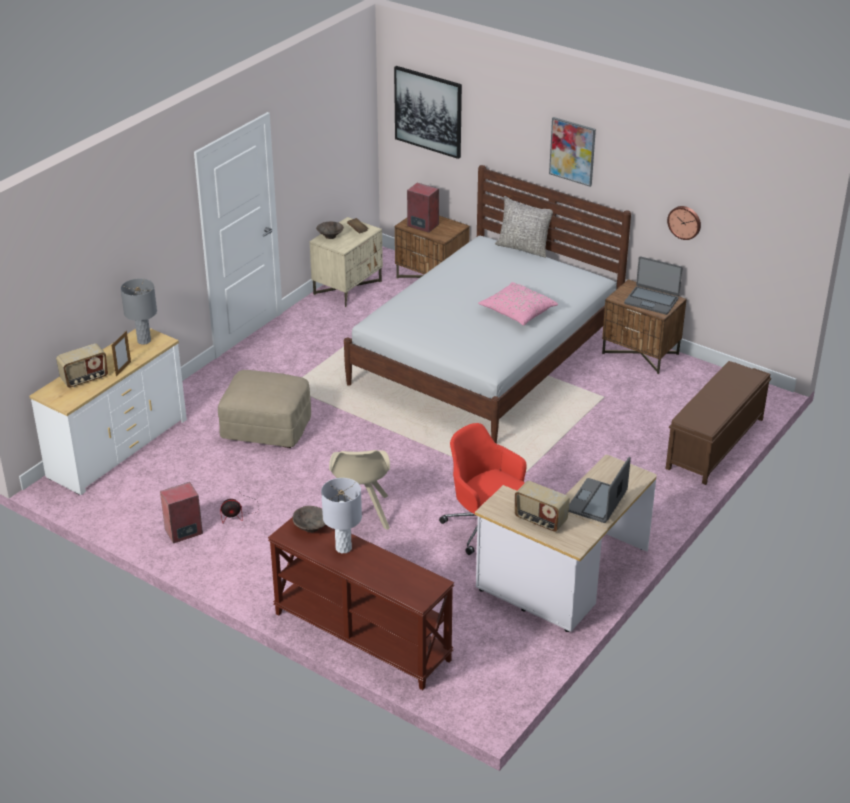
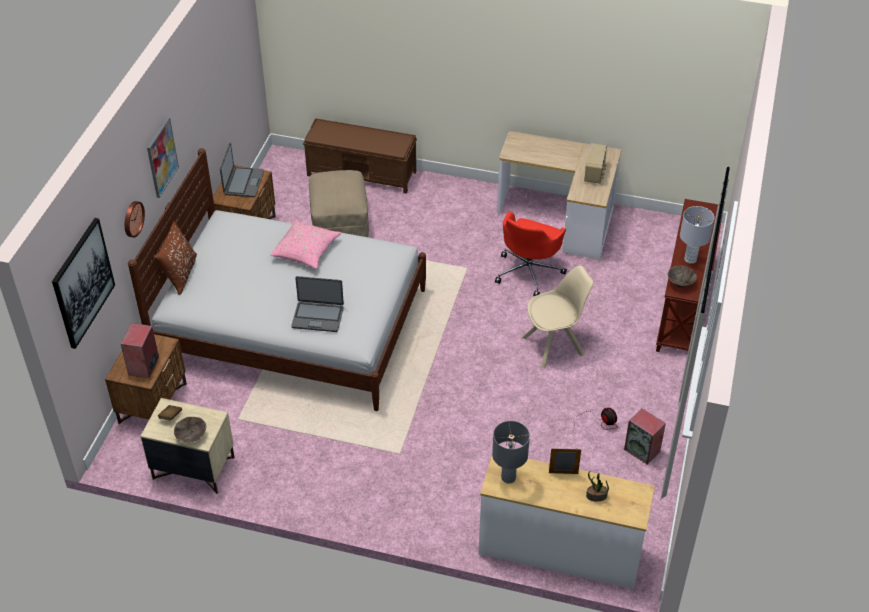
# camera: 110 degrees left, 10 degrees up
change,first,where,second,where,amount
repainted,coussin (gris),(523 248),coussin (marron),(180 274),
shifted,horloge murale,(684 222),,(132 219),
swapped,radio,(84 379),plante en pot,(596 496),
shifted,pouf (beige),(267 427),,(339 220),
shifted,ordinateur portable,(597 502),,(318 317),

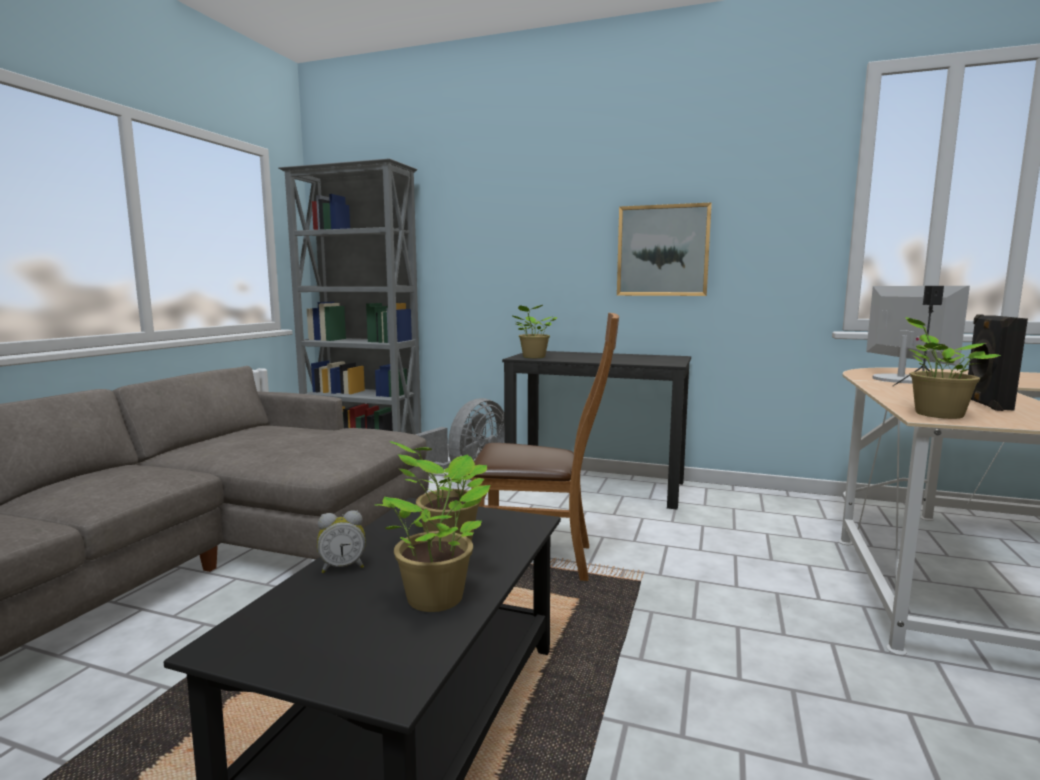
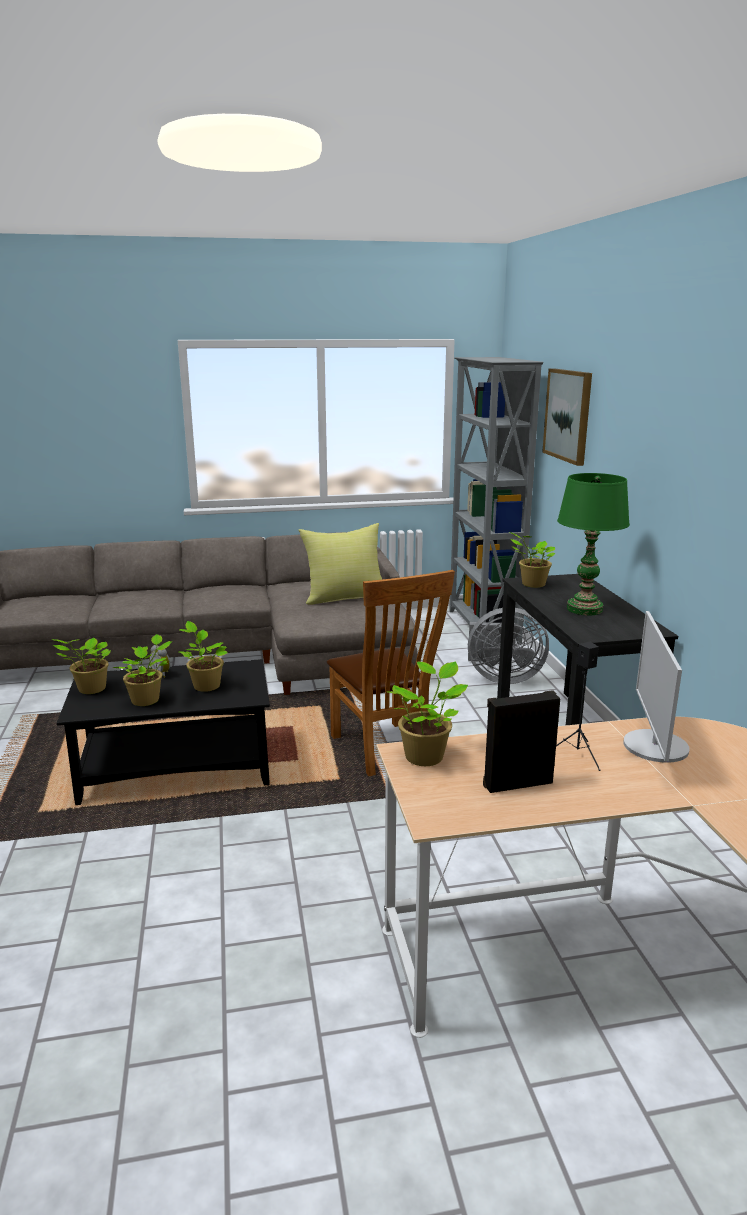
# camera: 60 degrees right, 10 degrees up
change,first,where,second,where,amount
shifted,tableau,(663 251),,(568 415),
rotated,écran d'ordinateur,(901 379),,(654 746),135 degrees clockwise
new,,,lampe de table (vert),(584 609),
new,,,coussin (jaune),(345 597),
new,,,plante en pot,(90 689),

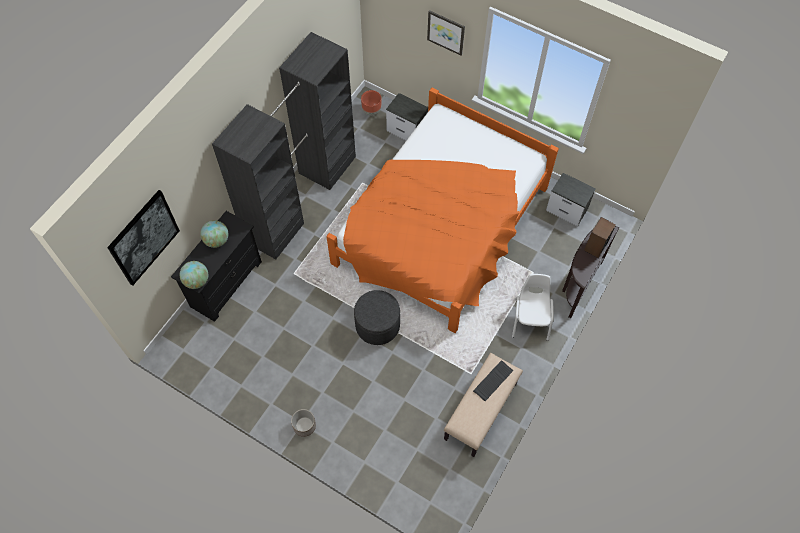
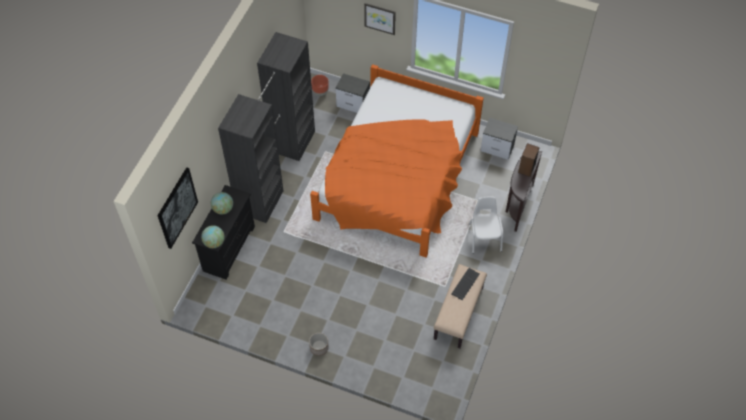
# camera: 10 degrees left, 5 degrees down
change,first,where,second,where,amount
gone,pouf (gris),(377 325),,,

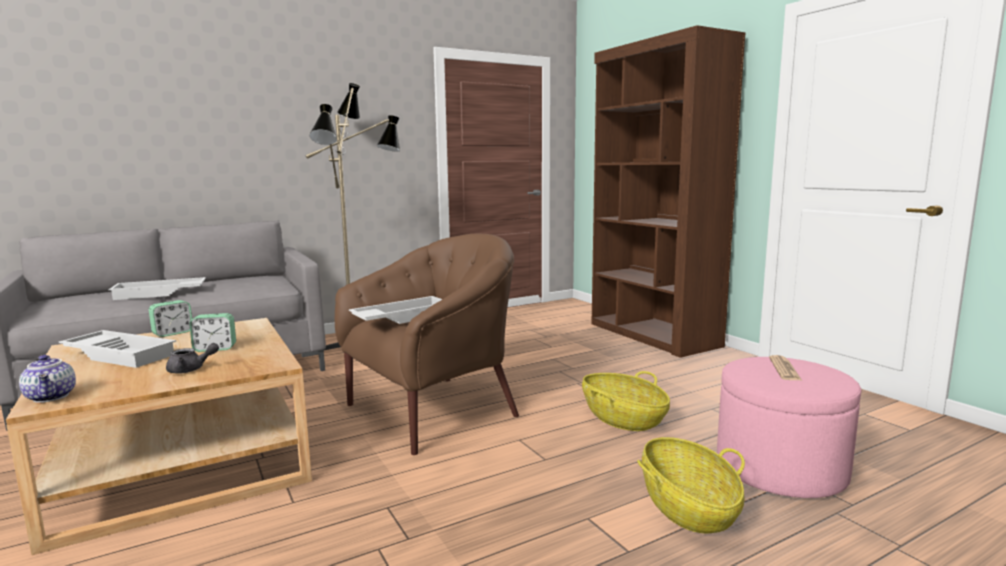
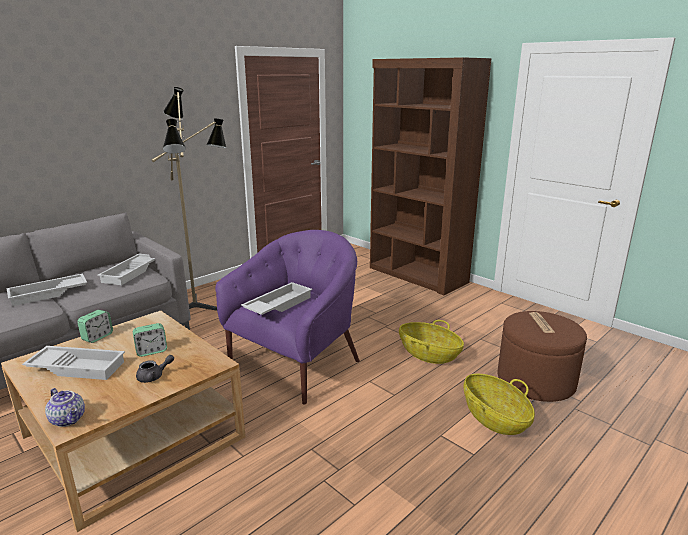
# camera: 15 degrees left, 10 degrees up
change,first,where,second,where,amount
repainted,fauteuil (marron),(433 410),fauteuil (violet),(296 363),
repainted,pouf (rose),(780 468),pouf (marron),(535 381),
new,,,plateau (blanc),(131 273),

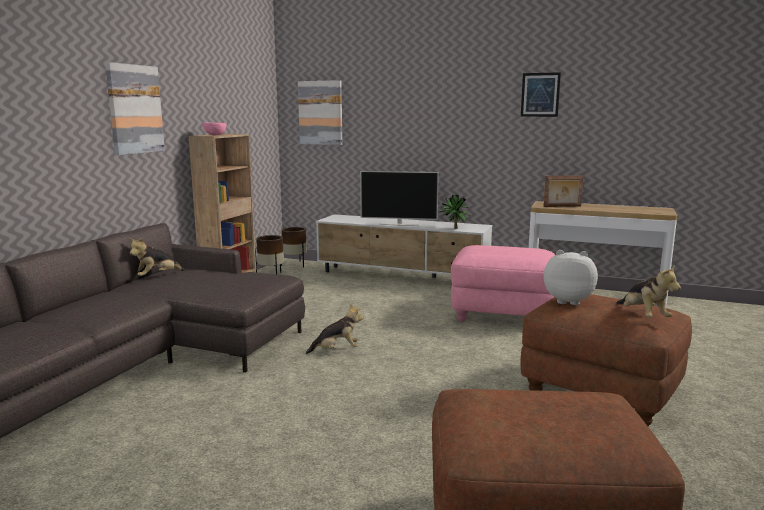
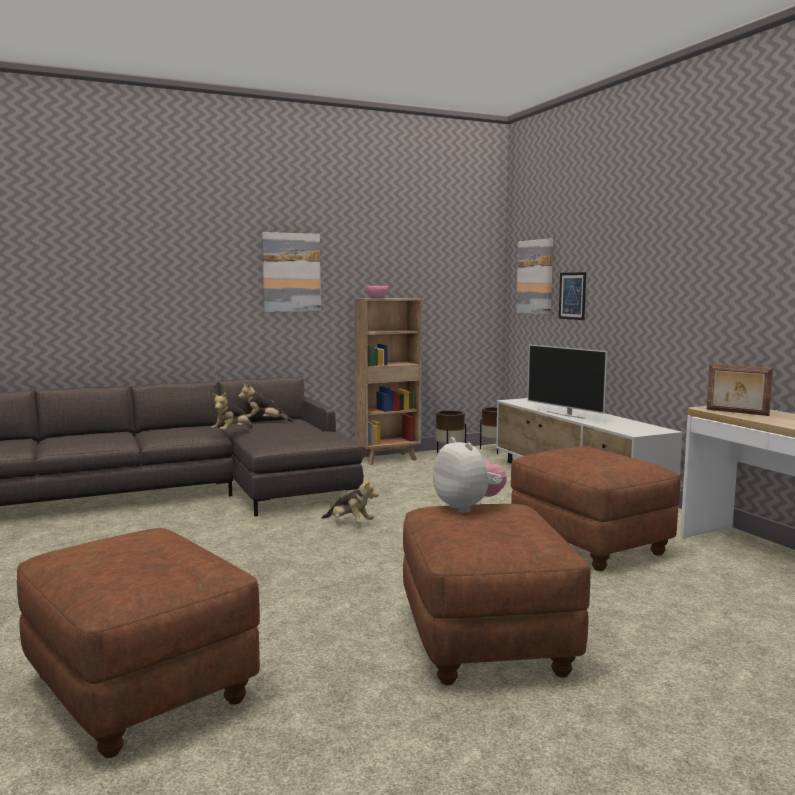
# camera: 45 degrees right, 5 degrees down
change,first,where,second,where,amount
shifted,tableau,(540 94),,(572 296),
gone,plante en pot,(453 228),,,
repainted,pouf (rose),(503 314),pouf (marron),(590 545),
shifted,peluche,(643 316),,(232 432),

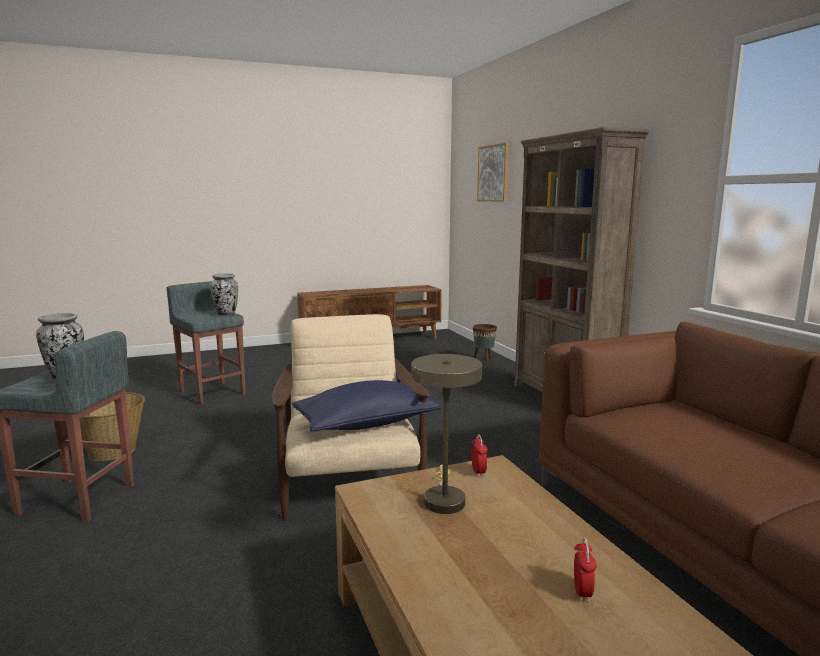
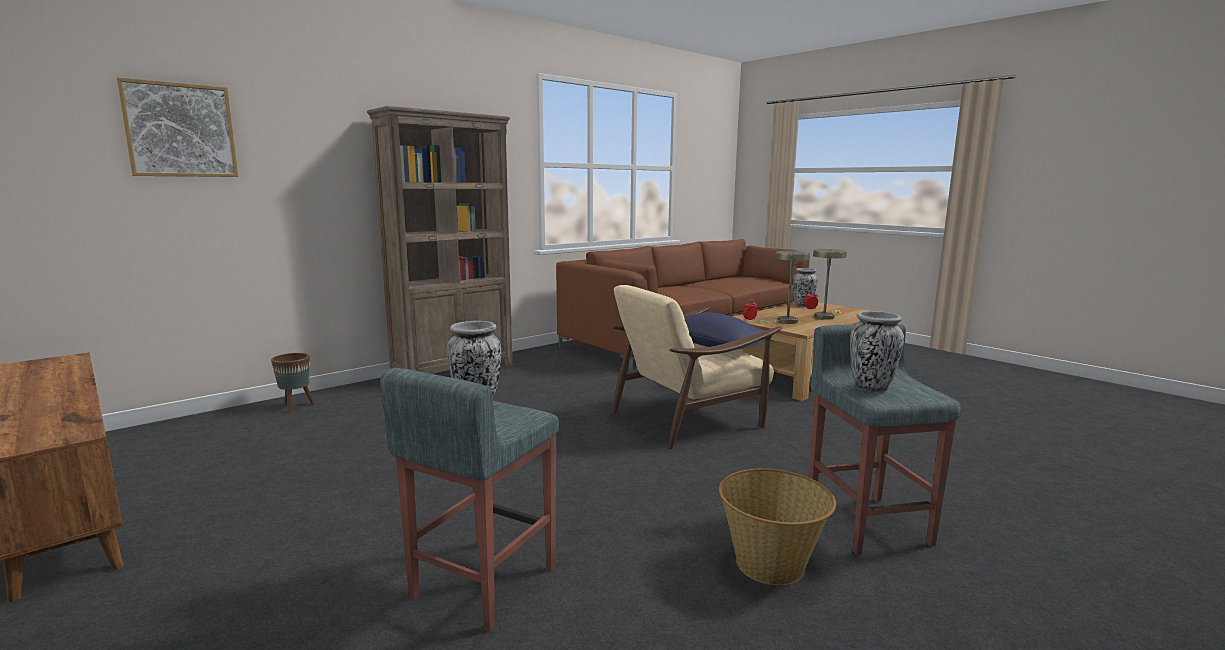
# camera: 110 degrees left, 0 degrees up
change,first,where,second,where,amount
new,,,lampe de table (beige),(825 317),
new,,,vase,(803 305),

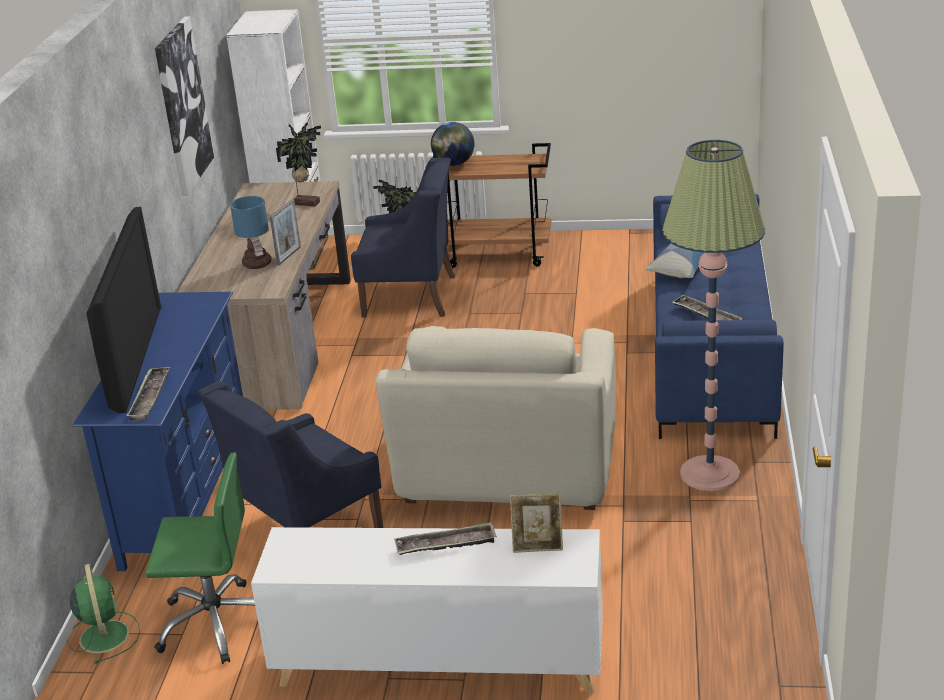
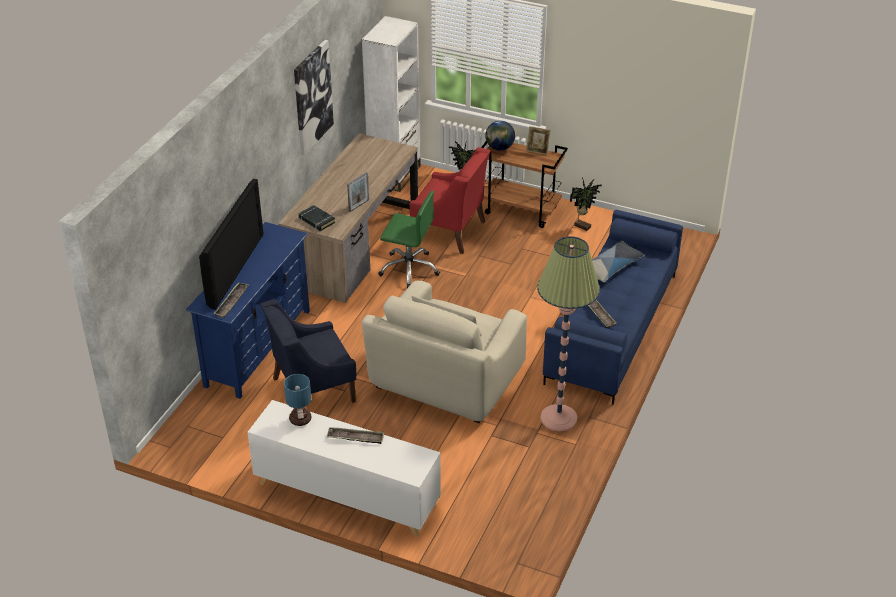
# camera: 15 degrees right, 10 degrees up
change,first,where,second,where,amount
shifted,plante en pot,(307 202),,(582 226),
repainted,fauteuil (bleu),(410 296),fauteuil (rouge),(449 231),
shifted,lampe de table,(256 263),,(299 419),
shifted,chaise de bureau (vert),(216 623),,(409 269),
shifted,cadre photo,(538 545),,(537 150),
gone,ventilateur (vert),(104 635),,,
new,,,livre (noir),(316 220),

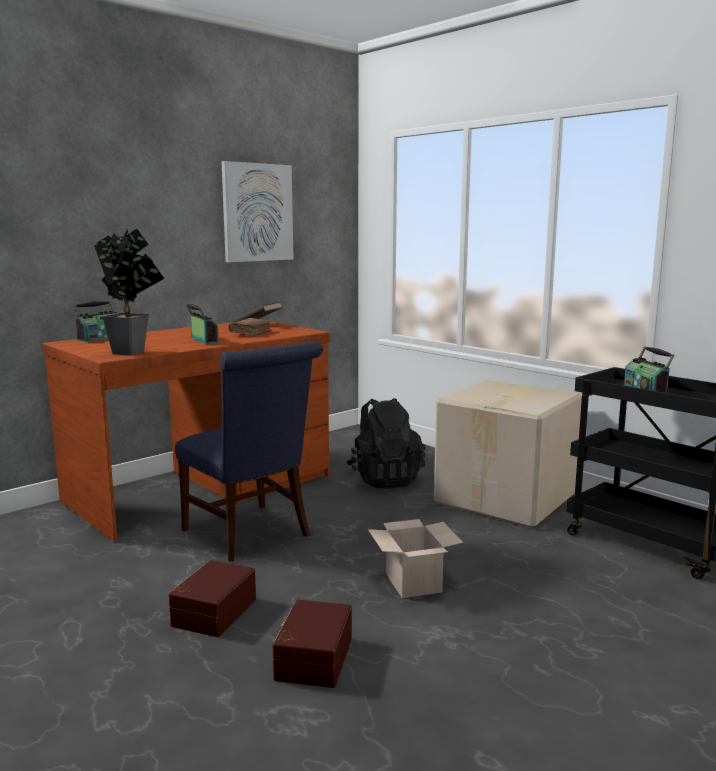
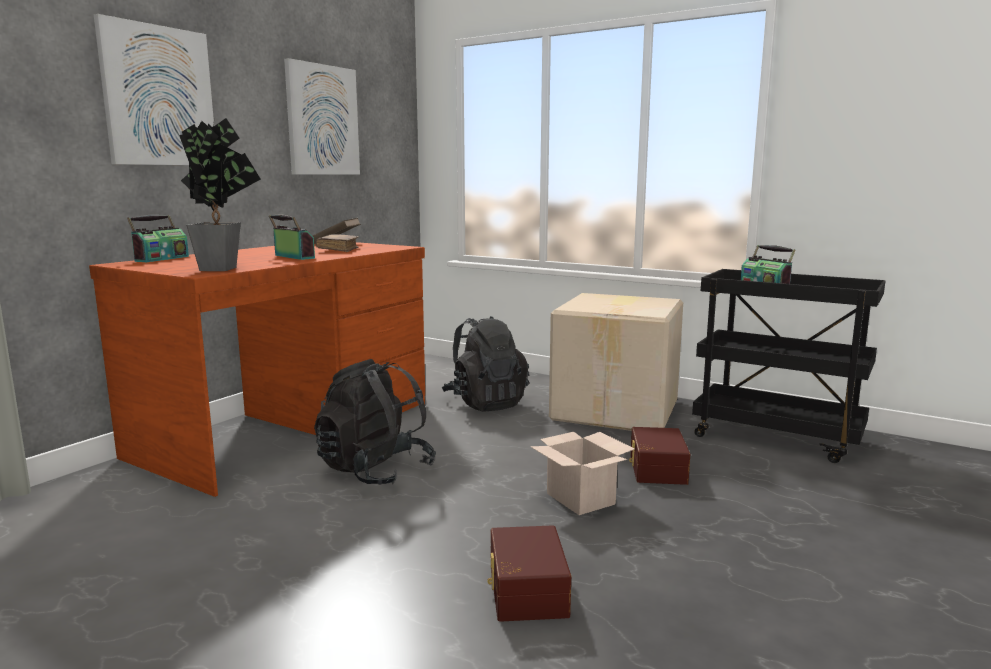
# camera: 15 degrees left, 0 degrees up
change,first,where,second,where,amount
swapped,chaise (bleu),(251 534),sac à dos (noir),(375 470),
shifted,boîte de rangement (marron),(212 612),,(656 469),
new,,,tableau,(158 96),

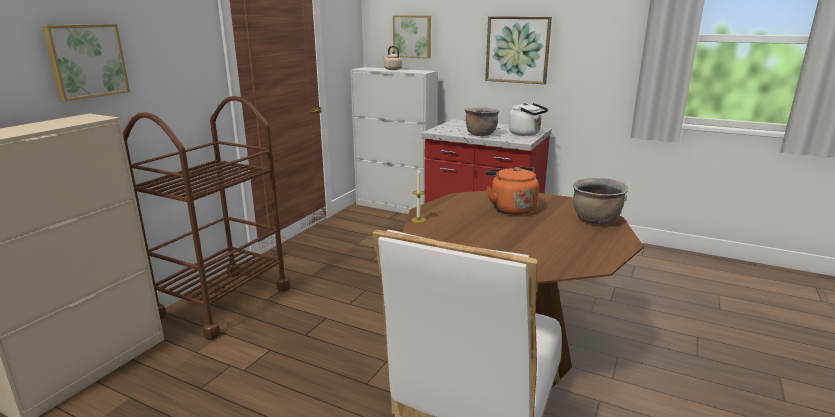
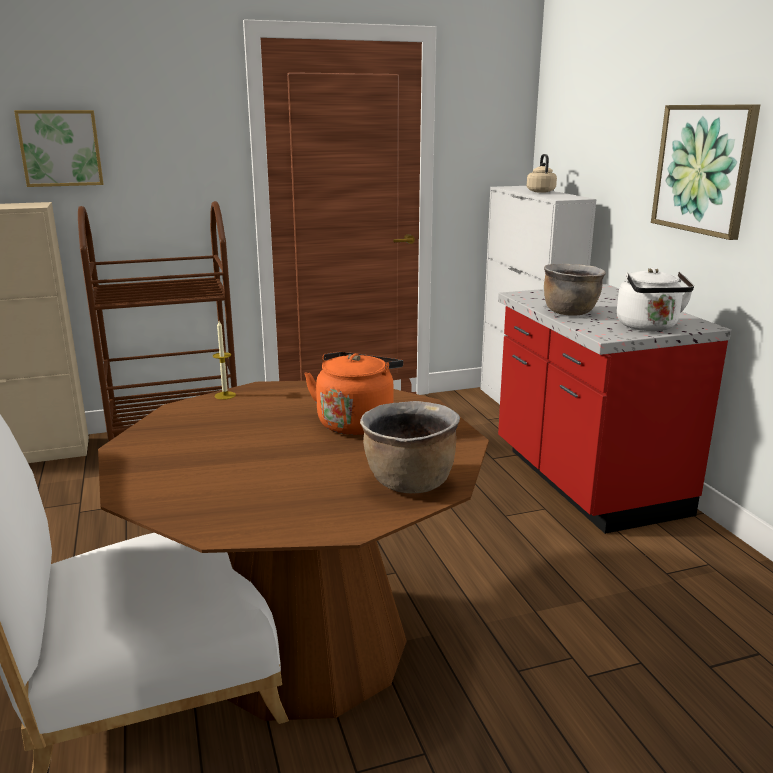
# camera: 45 degrees right, 0 degrees up
change,first,where,second,where,amount
gone,tableau,(412 36),,,

